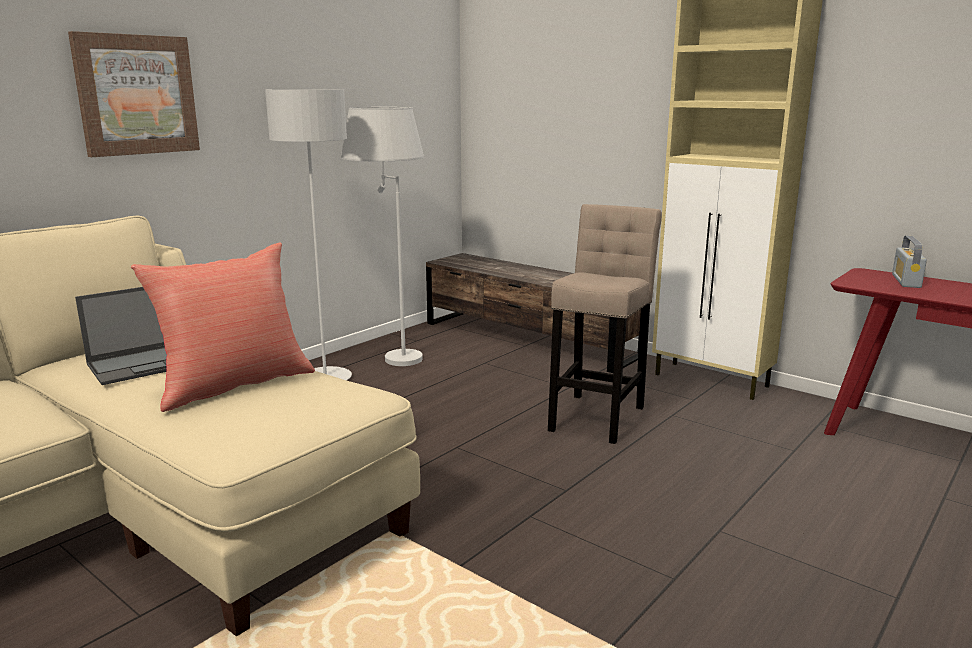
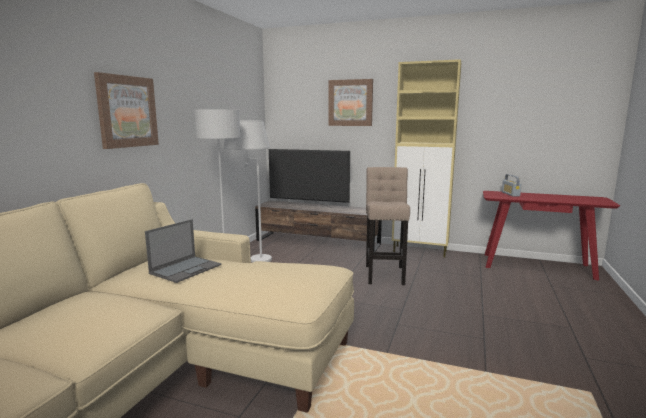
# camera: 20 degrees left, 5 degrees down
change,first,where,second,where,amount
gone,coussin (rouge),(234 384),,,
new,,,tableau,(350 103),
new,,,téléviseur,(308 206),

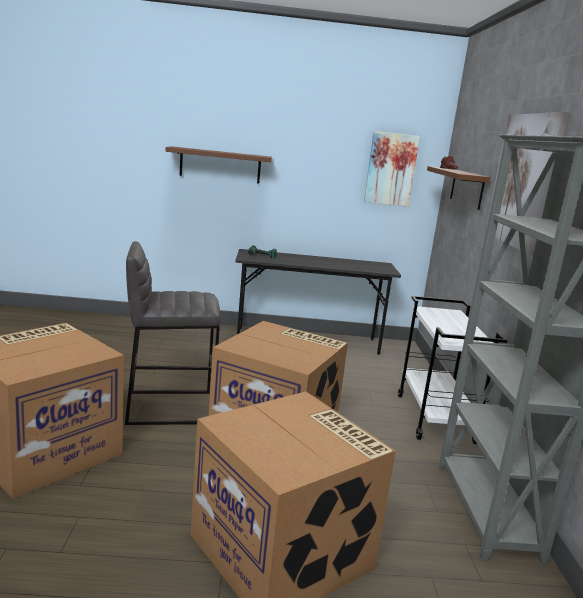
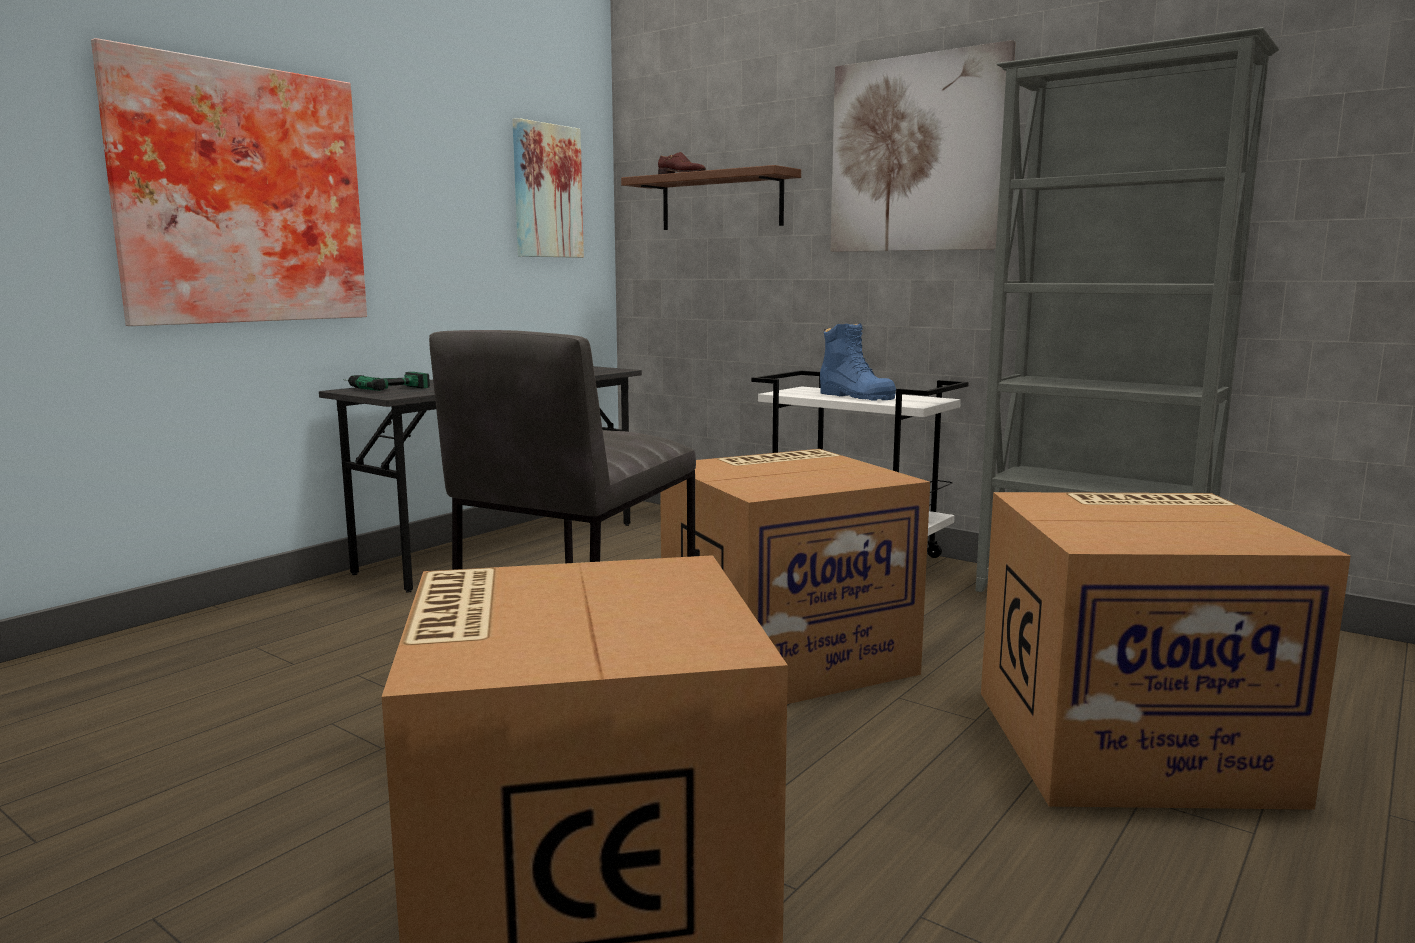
# camera: 50 degrees left, 5 degrees down
change,first,where,second,where,amount
swapped,étagère (marron),(220 165),tableau,(239 196),
new,,,botte (bleu),(856 396),

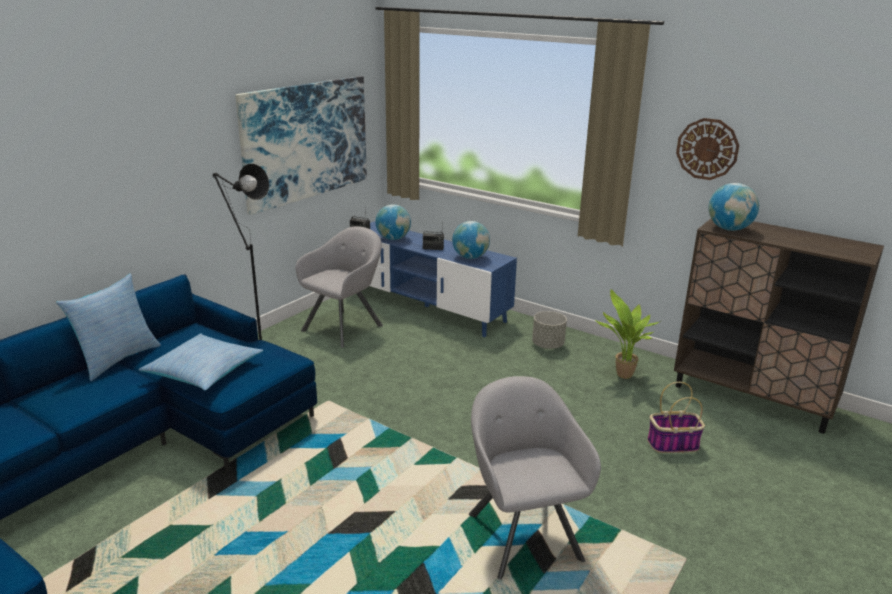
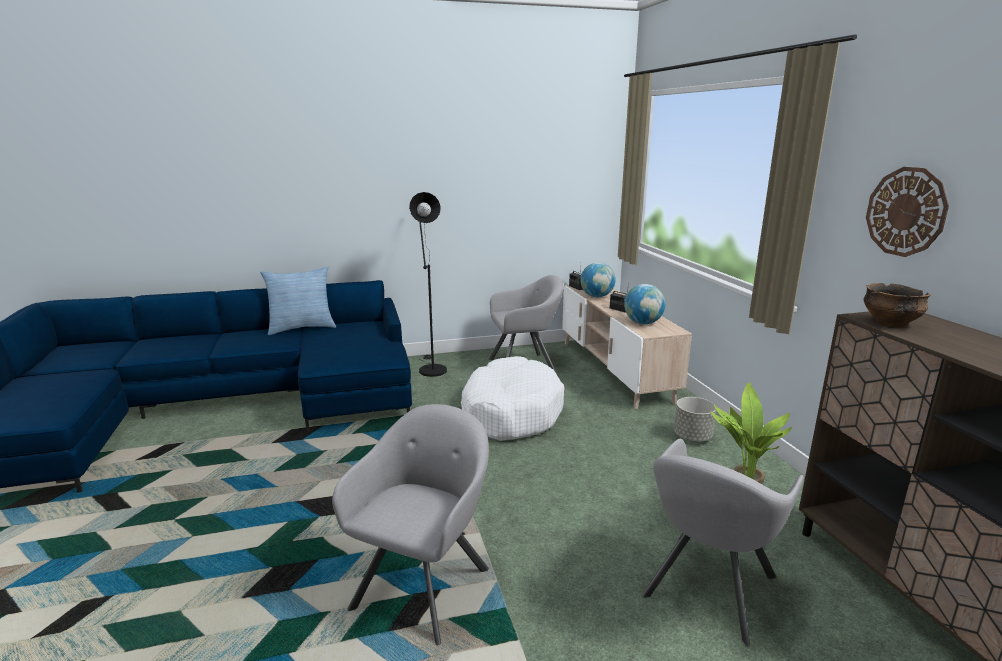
# camera: 40 degrees right, 5 degrees down
change,first,where,second,where,amount
gone,tableau,(306 141),,,
swapped,globe,(729 229),bol,(890 323),
repainted,meuble télé (bleu),(426 307),meuble télé (beige),(614 370),
gone,coussin,(204 371),,,
swapped,panier,(672 445),fauteuil (gris),(707 590),
new,,,panier pour chien (blanc),(511 412),

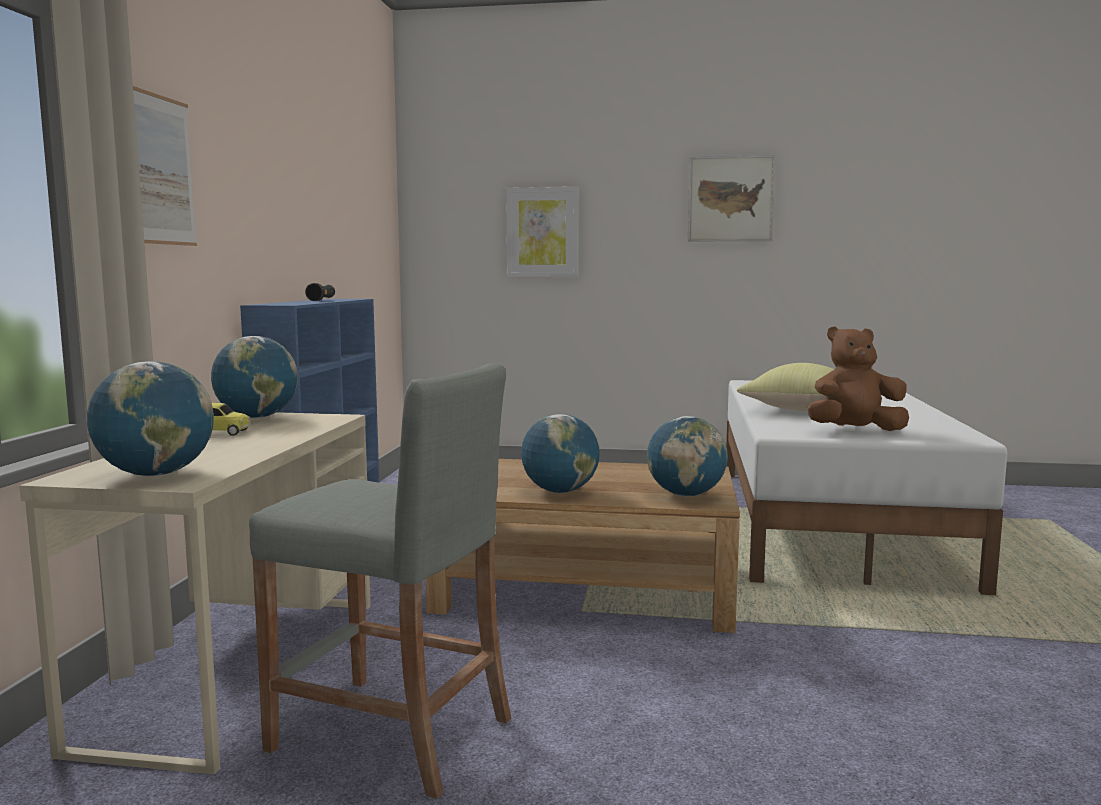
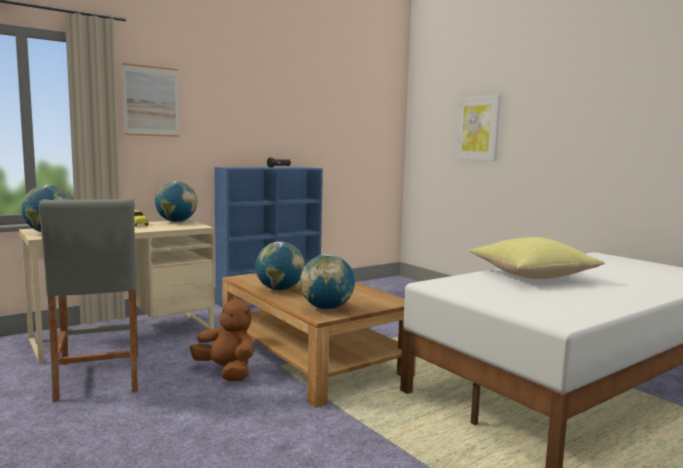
# camera: 45 degrees right, 0 degrees up
change,first,where,second,where,amount
gone,tableau,(730 199),,,
shifted,peluche (marron),(854 431),,(226 372),

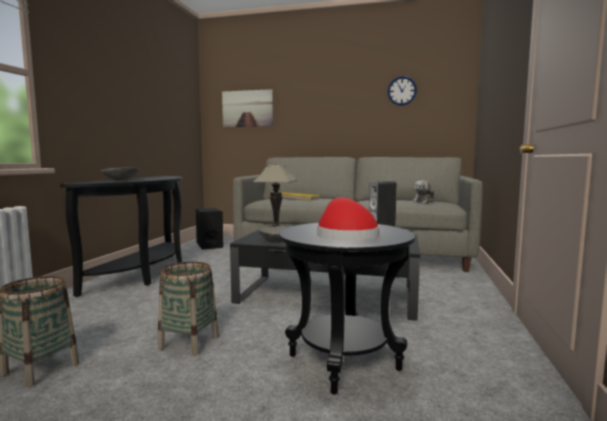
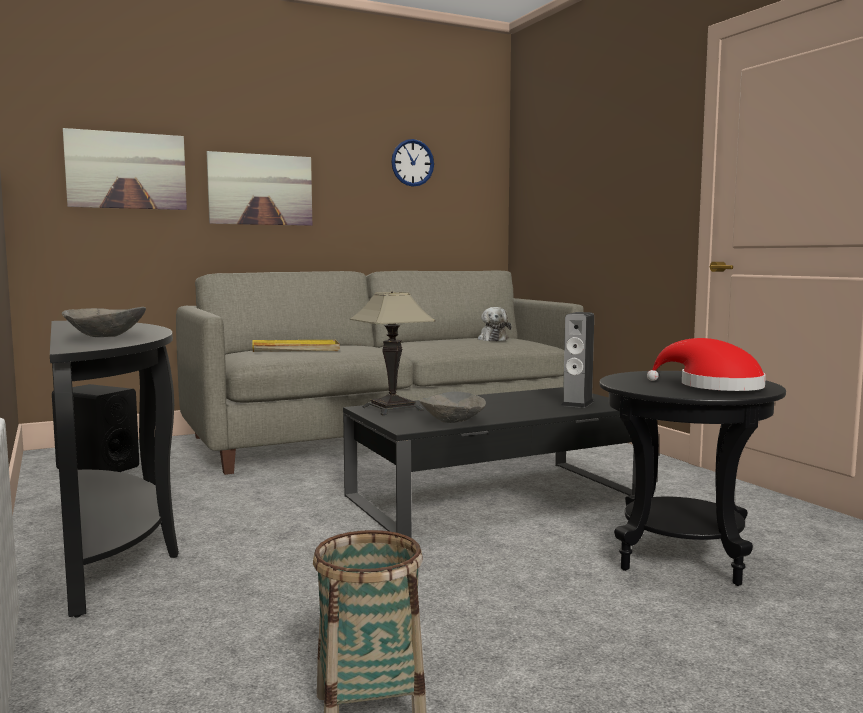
# camera: 40 degrees left, 0 degrees up
change,first,where,second,where,amount
gone,panier,(189 342),,,
new,,,tableau,(260 189),

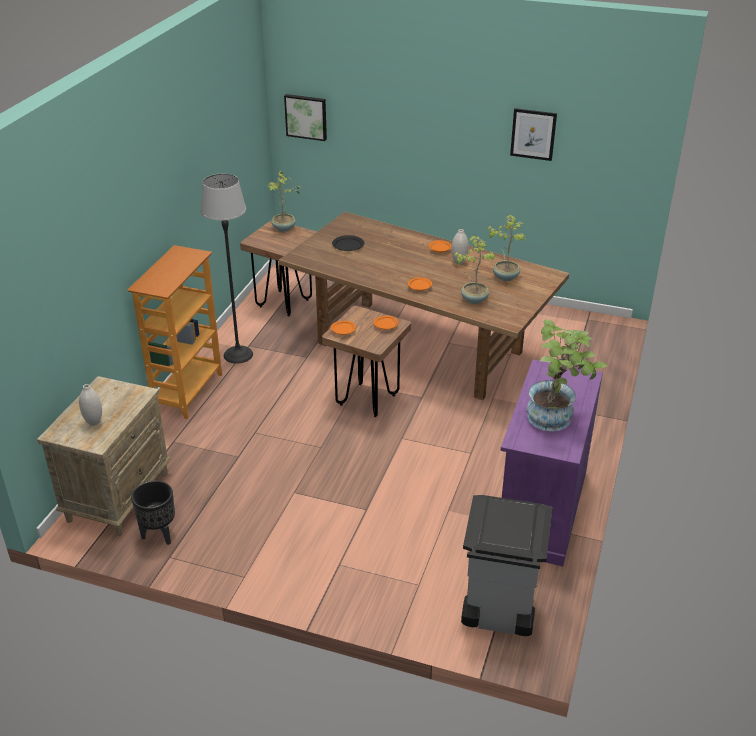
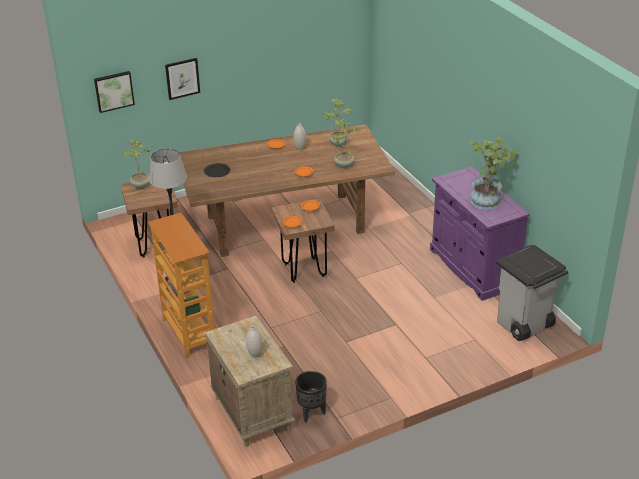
# camera: 45 degrees left, 0 degrees up
change,first,where,second,where,amount
shifted,tableau,(533 134),,(182 78),

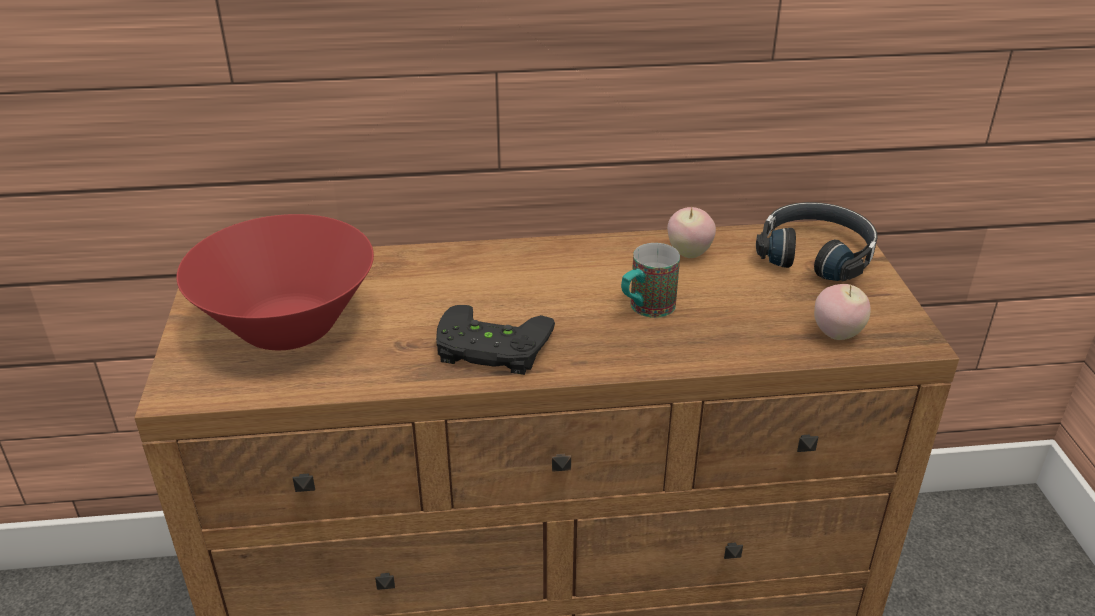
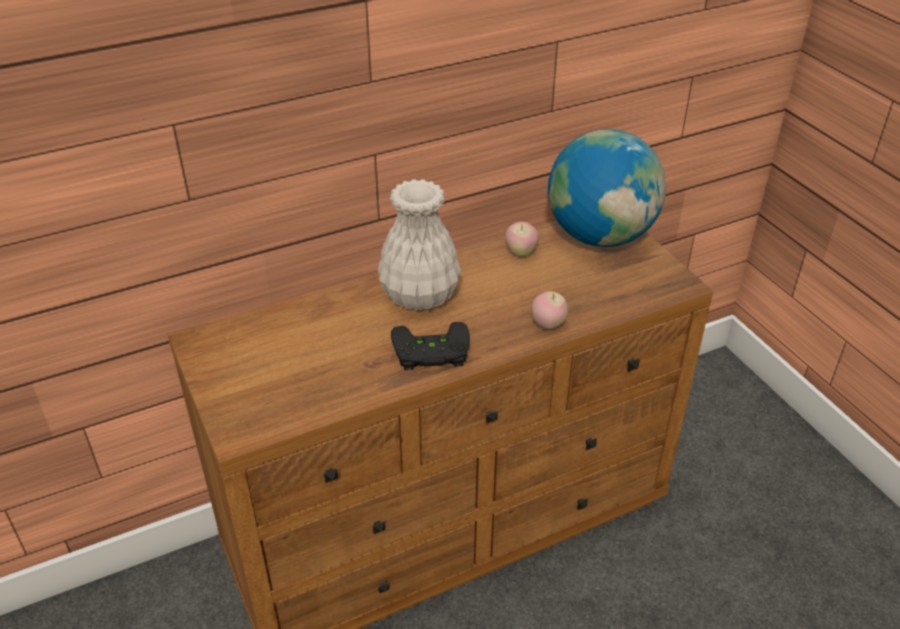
# camera: 20 degrees left, 5 degrees up
change,first,where,second,where,amount
swapped,casque audio (noir),(816 254),globe,(600 236),
gone,bol (rouge),(288 327),,,
gone,mug,(645 309),,,
shifted,pomme,(836 334),,(548 325),
new,,,vase (blanc),(421 295),

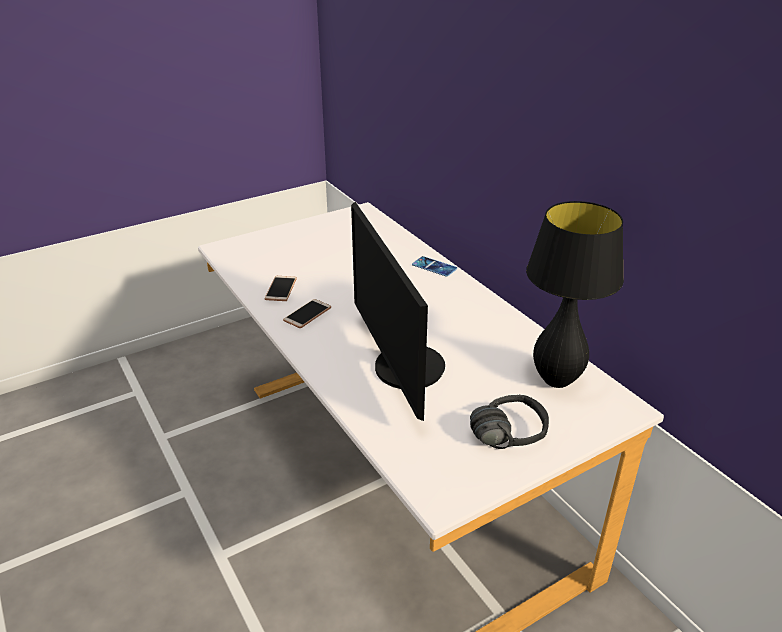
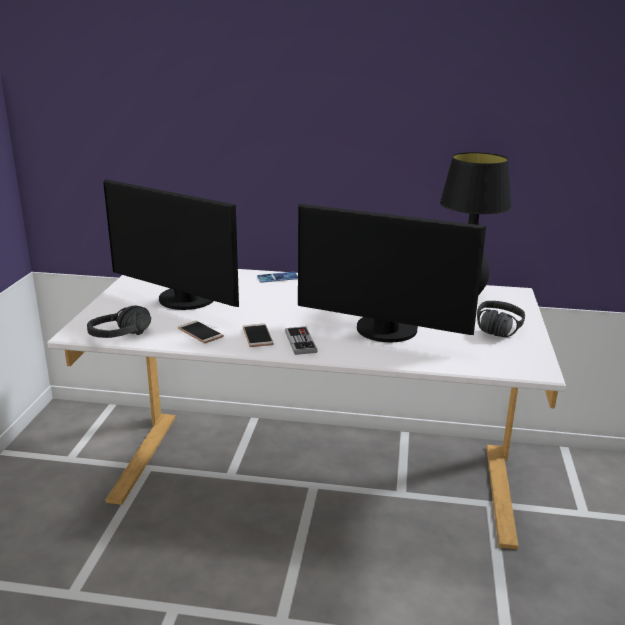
# camera: 50 degrees left, 10 degrees down
change,first,where,second,where,amount
new,,,écran d'ordinateur,(182 301),
new,,,casque audio (noir),(126 339),
new,,,manette,(300 342),

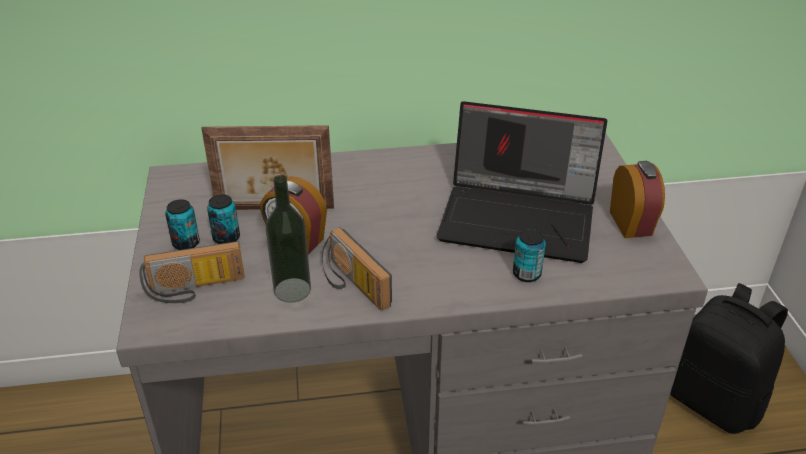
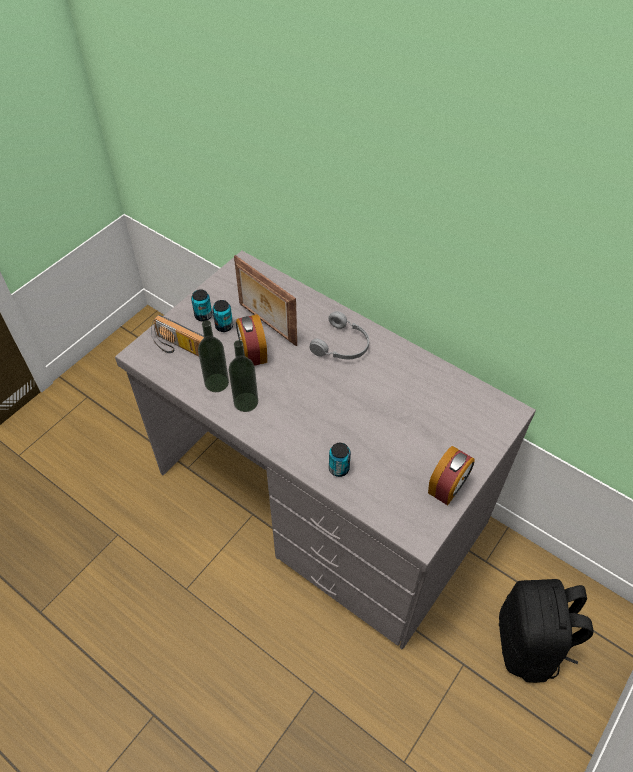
# camera: 45 degrees right, 15 degrees up
change,first,where,second,where,amount
gone,ordinateur portable,(520 217),,,
swapped,radio,(351 285),bouteille,(246 402),
new,,,casque audio (gris),(342 345),

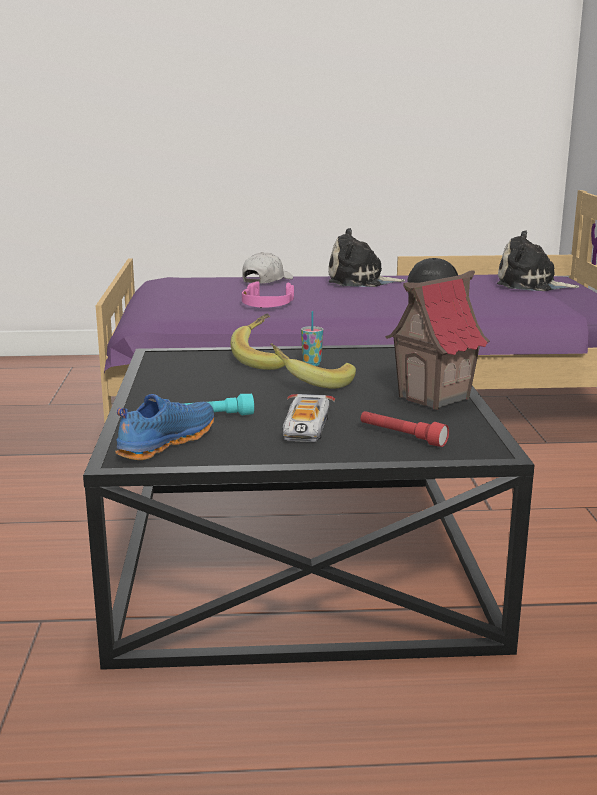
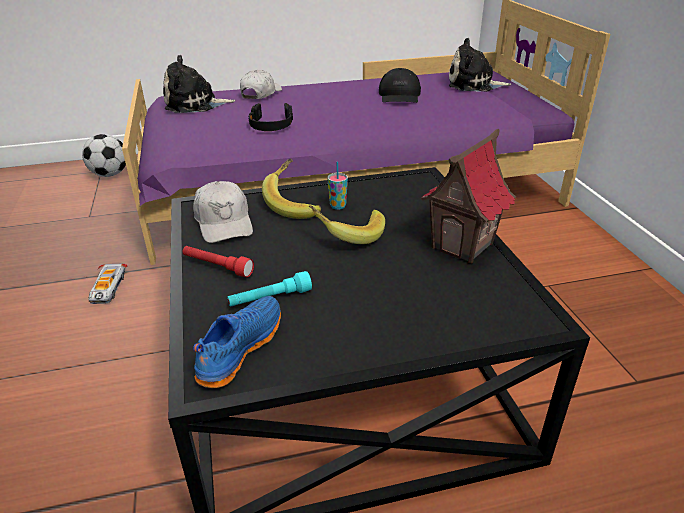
# camera: 10 degrees left, 15 degrees up
change,first,where,second,where,amount
shifted,peluche,(360 281),,(195 104),
repainted,casque audio (rose),(267 304),casque audio (noir),(271 125),
shifted,petite voiture,(306 426),,(108 288),
shifted,lampe de poche (rouge),(402 436),,(217 267),
new,,,ballon de foot,(110 174),
new,,,casquette (blanc),(224 222),

